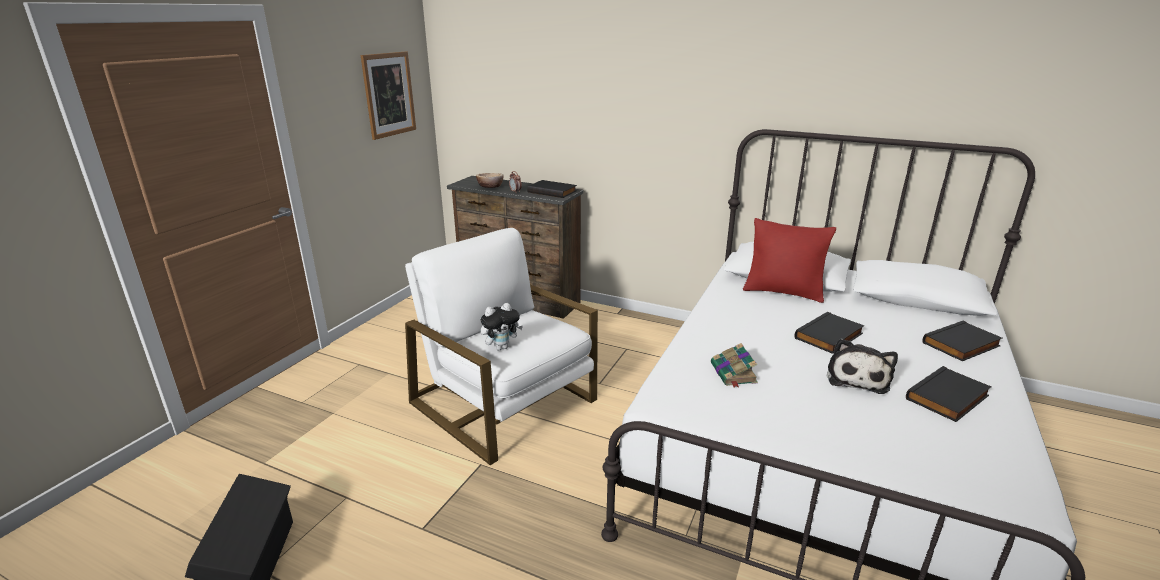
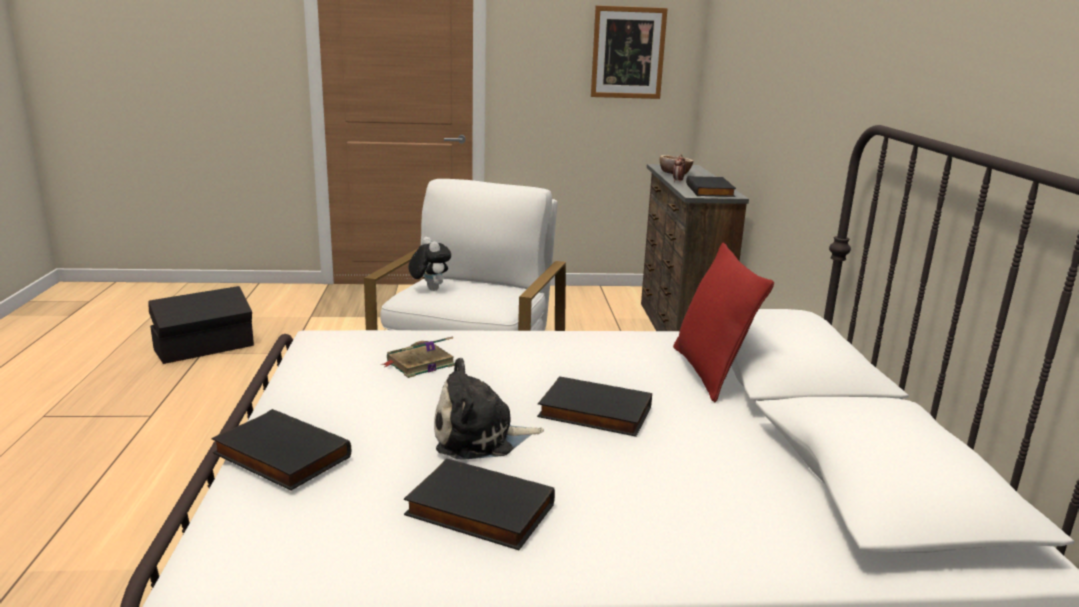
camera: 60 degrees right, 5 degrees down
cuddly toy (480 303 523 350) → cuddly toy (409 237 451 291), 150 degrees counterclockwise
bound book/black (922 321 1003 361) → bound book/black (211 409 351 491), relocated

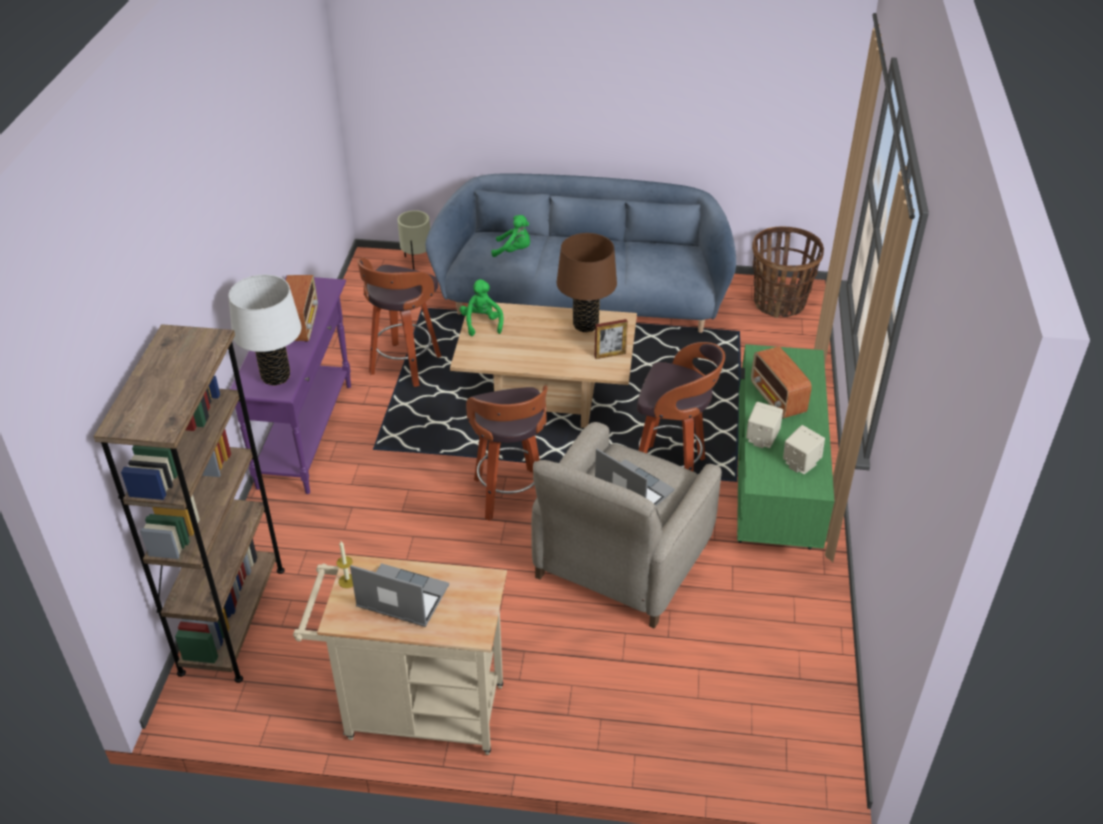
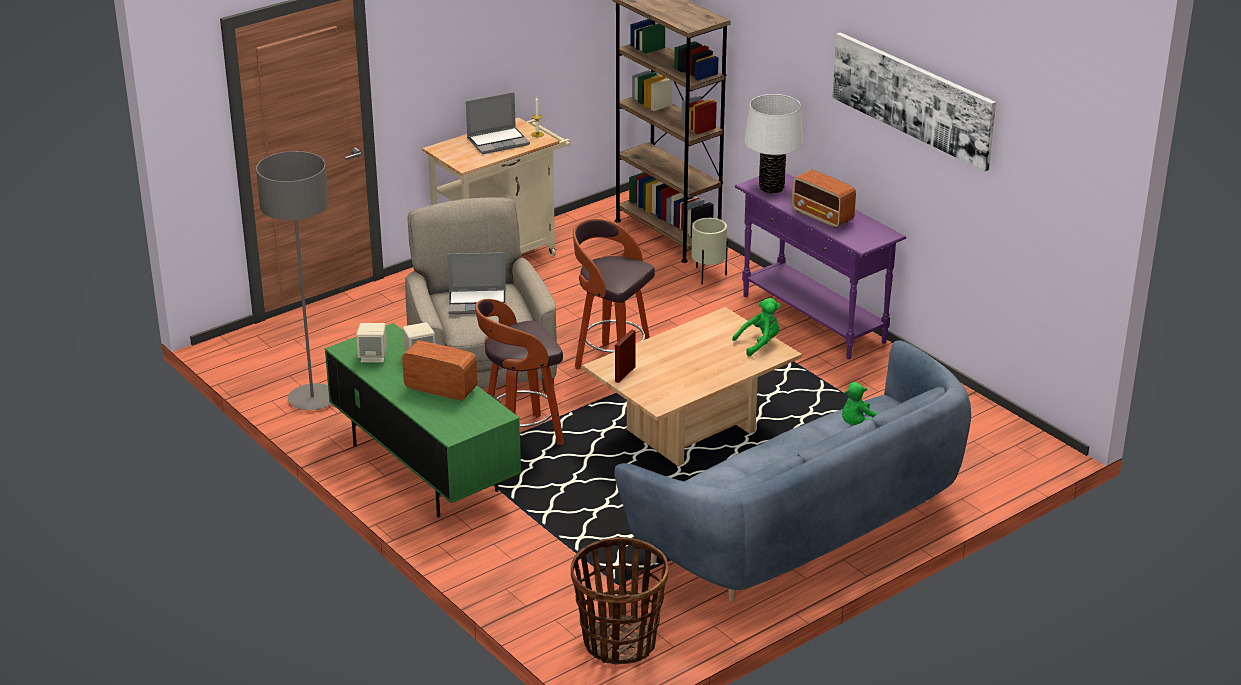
camera: 135 degrees right, 10 degrees down
planter/beige (398 210 430 270) → planter/beige (691 218 728 285), relocated
table lamp/brown-coloured (557 233 617 332) → -
stool (358 258 441 387) → -
cuddly toy/greenish (460 279 504 336) → cuddly toy/greenish (732 298 781 356), 60 degrees counterclockwise
- → wall art (833 32 996 171)
- → standing lamp/grey (256 151 331 410)

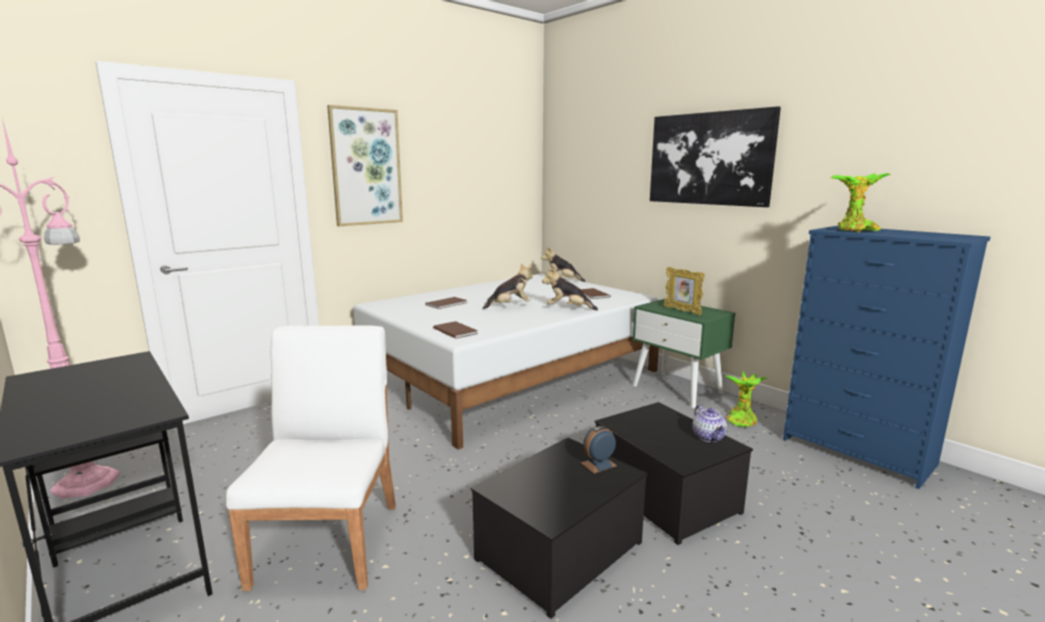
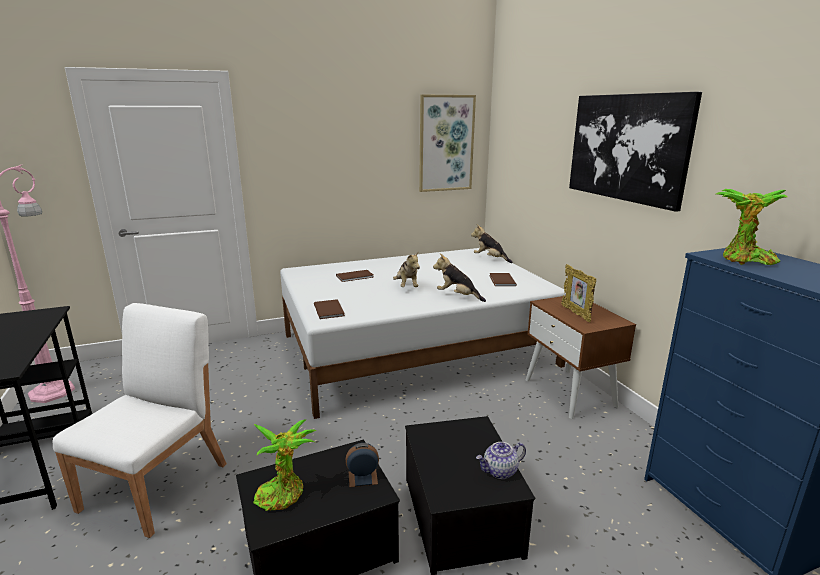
camera: 20 degrees right, 5 degrees up
wall art (327 105 403 226) → wall art (419 94 476 192), relocated
cuddly toy (483 263 533 309) → cuddly toy (393 252 420 287), 75 degrees clockwise
night table/greenish (632 299 735 408) → night table/brown-coloured (526 296 636 419)
houseplant (725 371 768 427) → houseplant (253 420 317 511), relocated
pot for tea (693 405 727 442) → pot for tea (476 442 526 479), 60 degrees clockwise

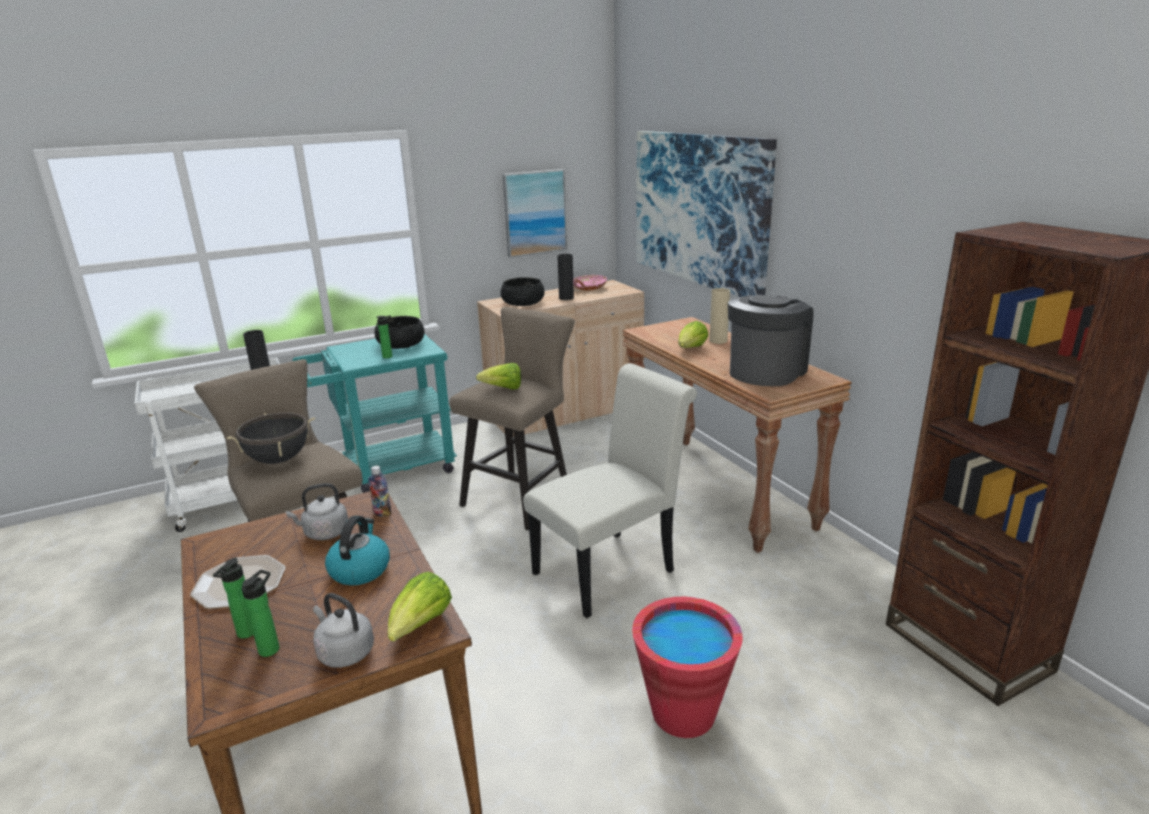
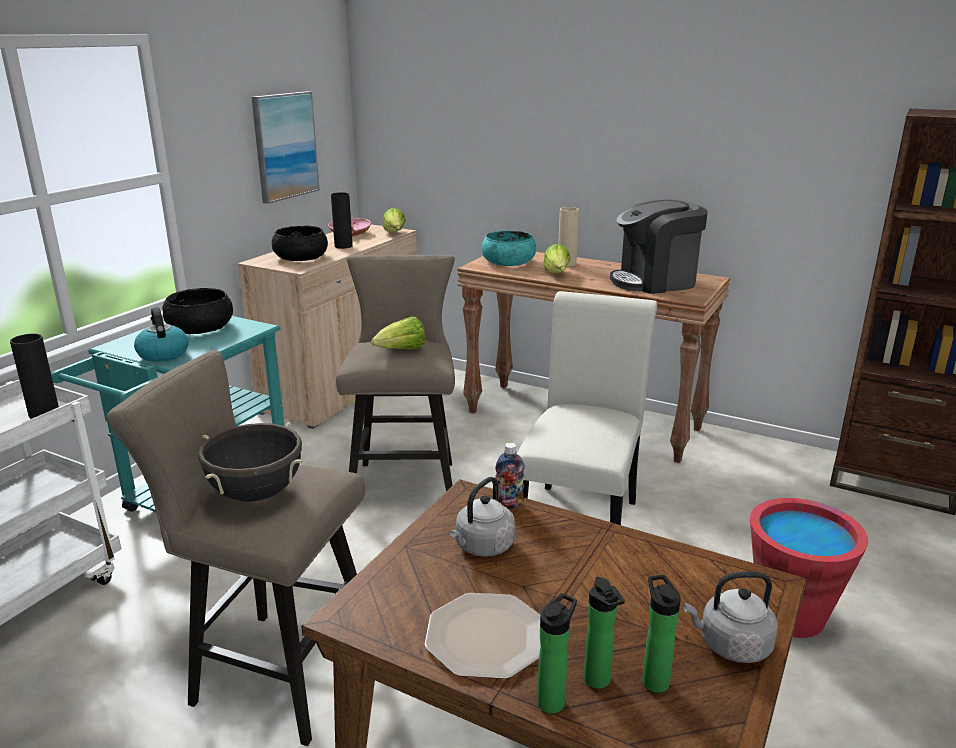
camera: 35 degrees left, 0 degrees up
wall art (636 131 777 297) → -
coffee brewer (728 295 814 386) → coffee brewer (610 199 708 294), 105 degrees counterclockwise
drink bottle (377 315 392 359) → drink bottle (537 593 577 714), relocated
water kettle (325 516 390 585) → water kettle (134 307 188 362), relocated
lettuce (388 572 452 642) → lettuce (383 208 406 233), relocated
- → deep dish/turquoise-coloured (481 231 536 266)

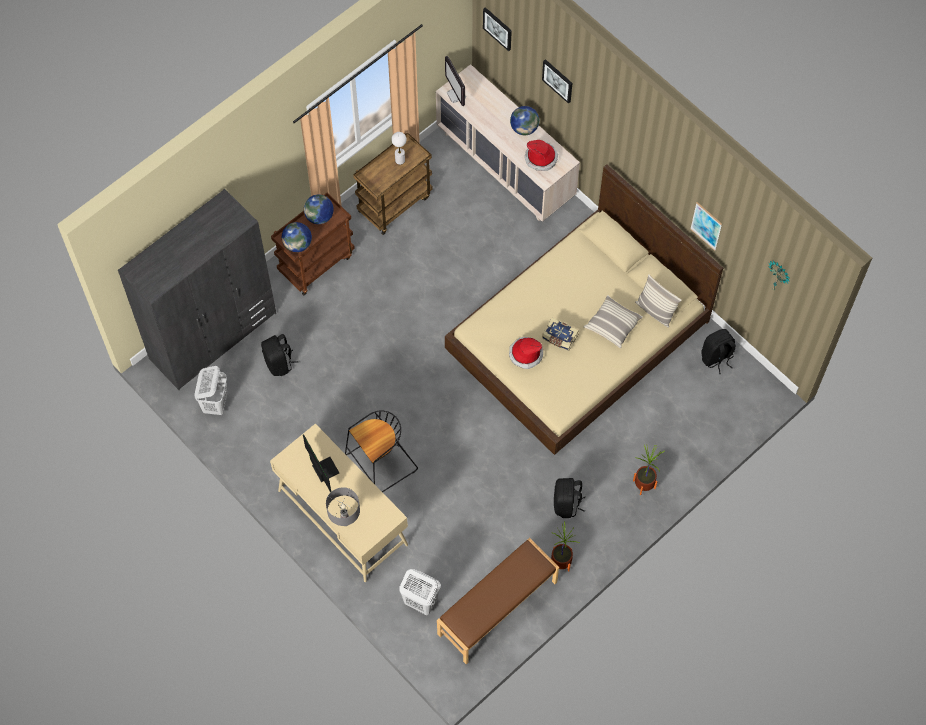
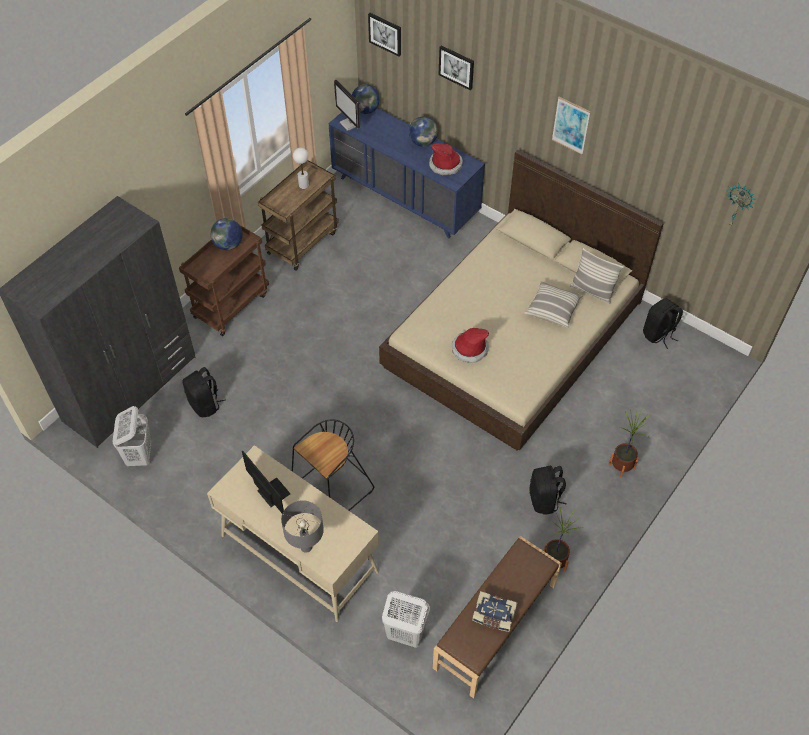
camera: 10 degrees left, 10 degrees down
drawer chest/beige (436 64 580 222) → drawer chest/blue-coloured (328 108 485 238)
wall art (690 202 722 251) → wall art (552 97 591 155), relocated
globe (282 222 312 252) → globe (352 84 380 114), relocated
bound book (542 318 579 351) → bound book (472 591 518 632), relocated

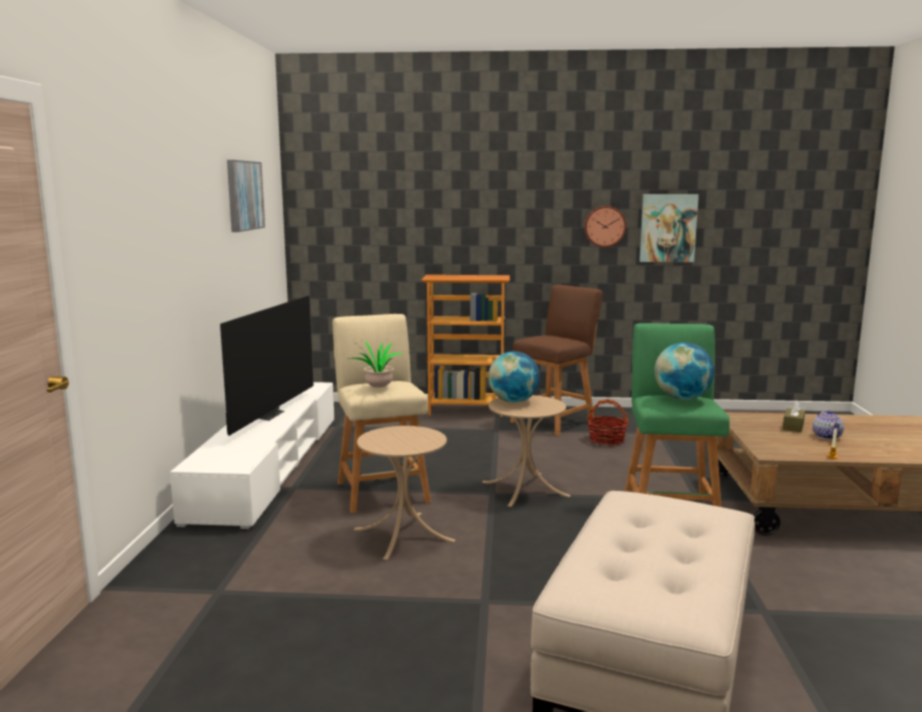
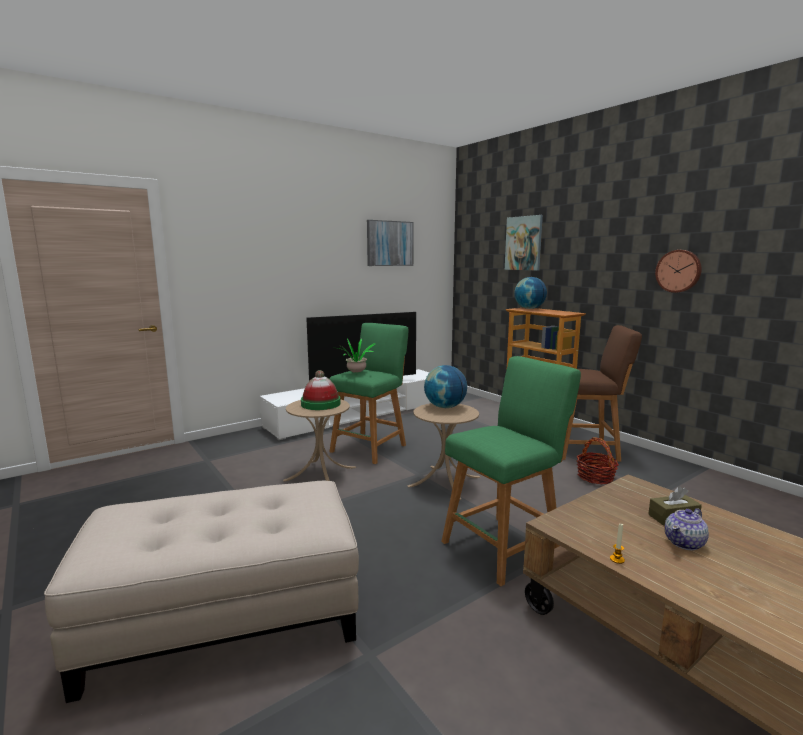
camera: 50 degrees right, 0 degrees up
wall art (639 194 699 262) → wall art (505 215 543 270), relocated
stool/beige (332 314 431 513) → stool/greenish (329 323 409 464)
globe (654 342 714 400) → globe (514 277 547 309), relocated
- → hat (301 370 340 410)

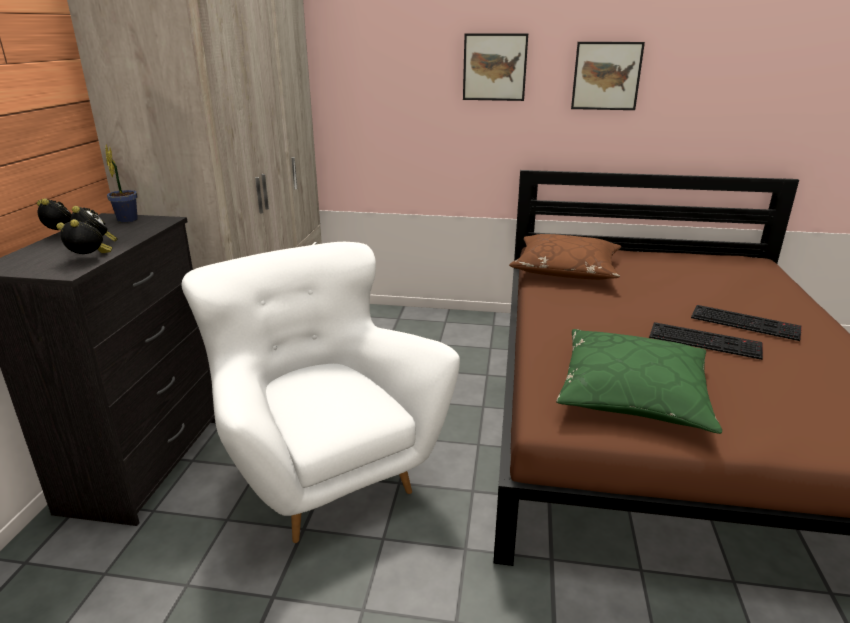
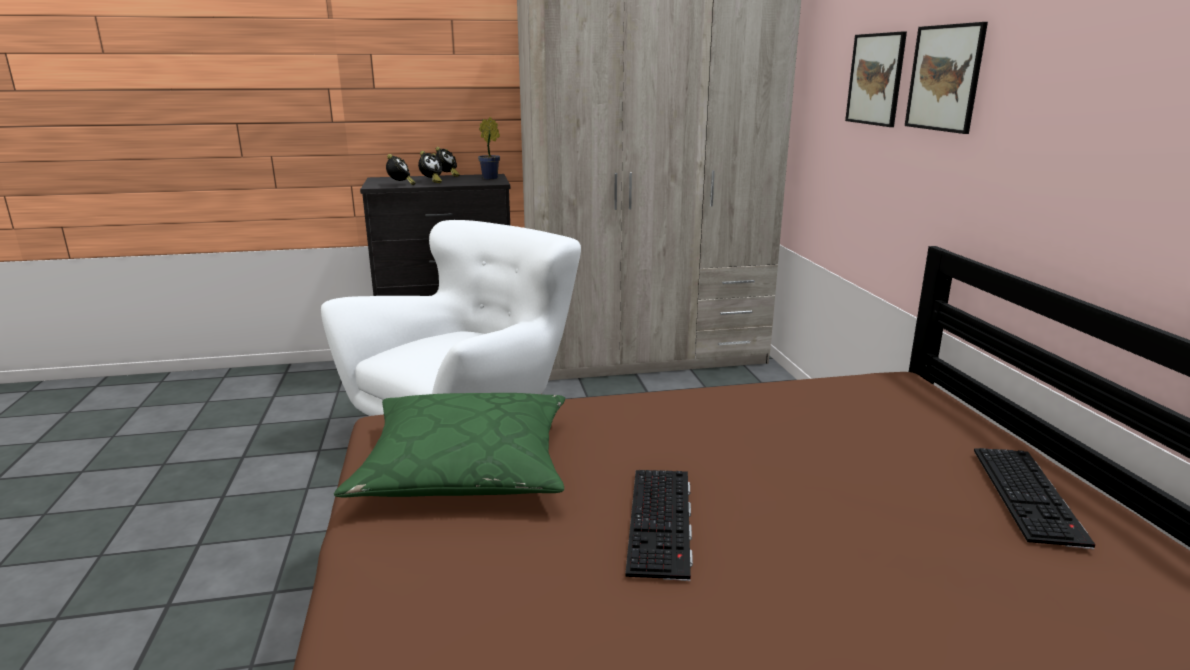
camera: 70 degrees right, 5 degrees down
wall art (571 42 645 110) → wall art (845 31 907 127), relocated
pillow/brown-coloured (509 234 621 280) → -
computer keyboard (691 305 802 341) → computer keyboard (974 448 1096 549), relocated

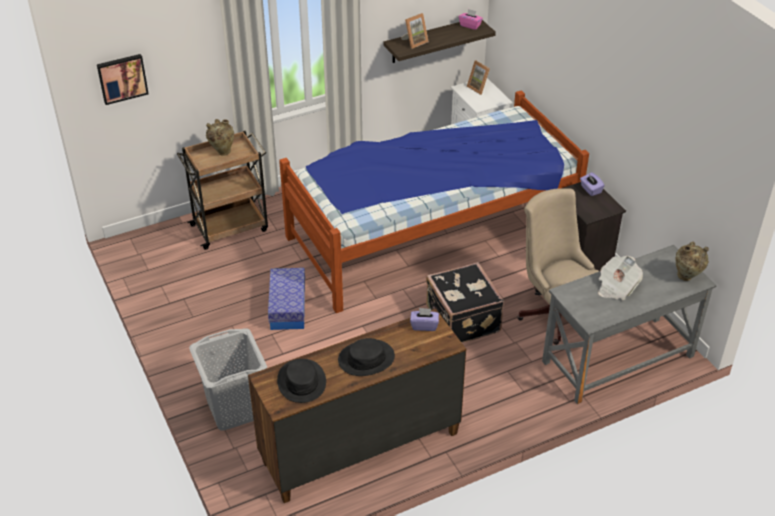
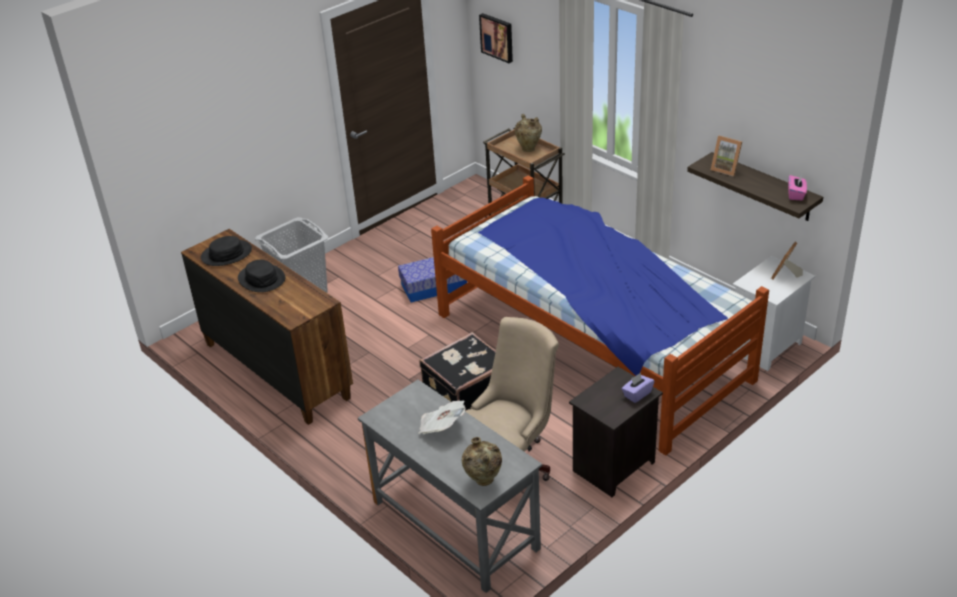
camera: 75 degrees right, 5 degrees down
tissue holder/purplish (410 308 439 331) → -

